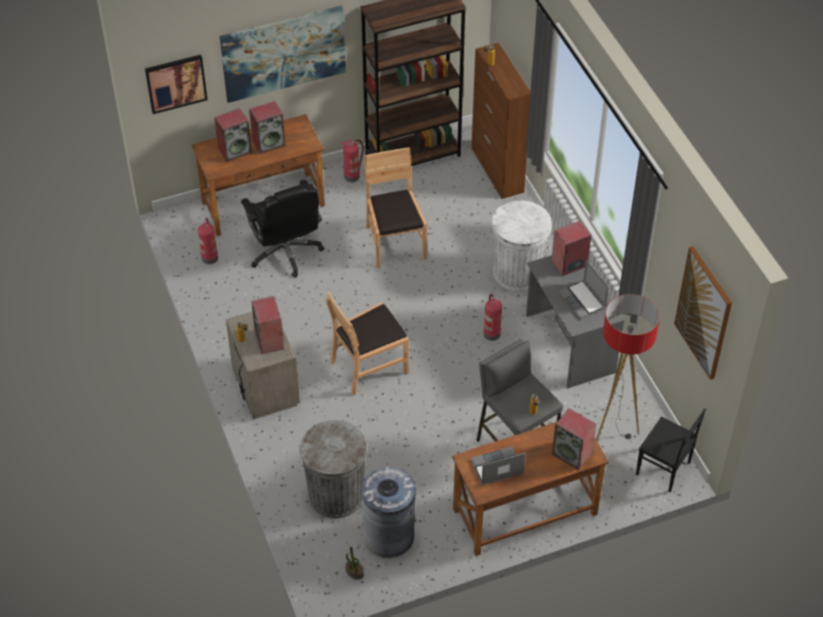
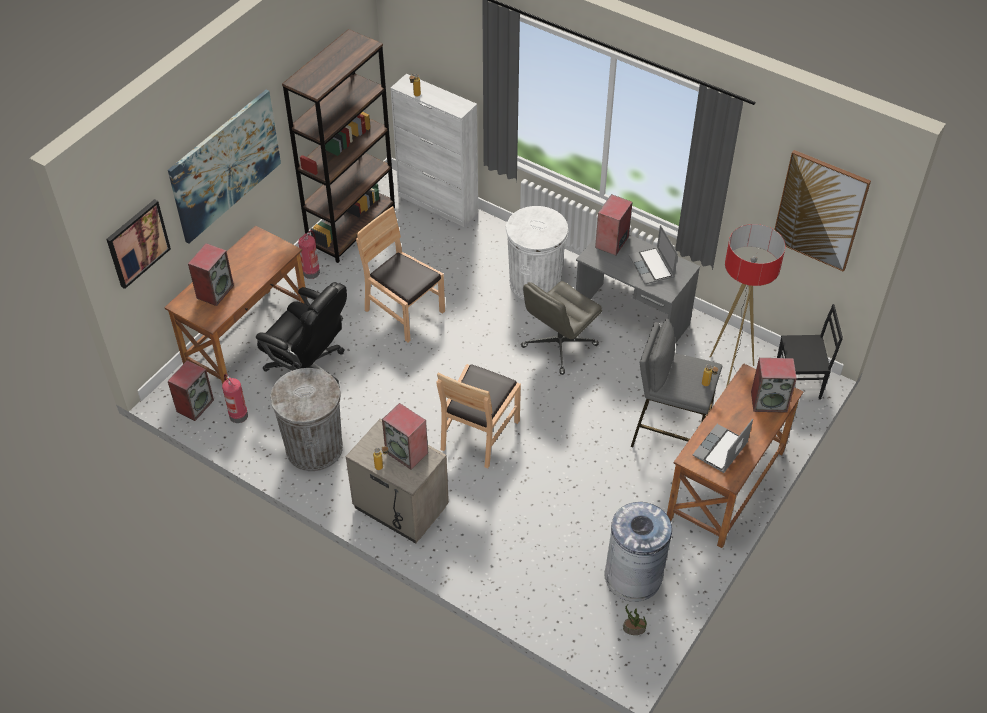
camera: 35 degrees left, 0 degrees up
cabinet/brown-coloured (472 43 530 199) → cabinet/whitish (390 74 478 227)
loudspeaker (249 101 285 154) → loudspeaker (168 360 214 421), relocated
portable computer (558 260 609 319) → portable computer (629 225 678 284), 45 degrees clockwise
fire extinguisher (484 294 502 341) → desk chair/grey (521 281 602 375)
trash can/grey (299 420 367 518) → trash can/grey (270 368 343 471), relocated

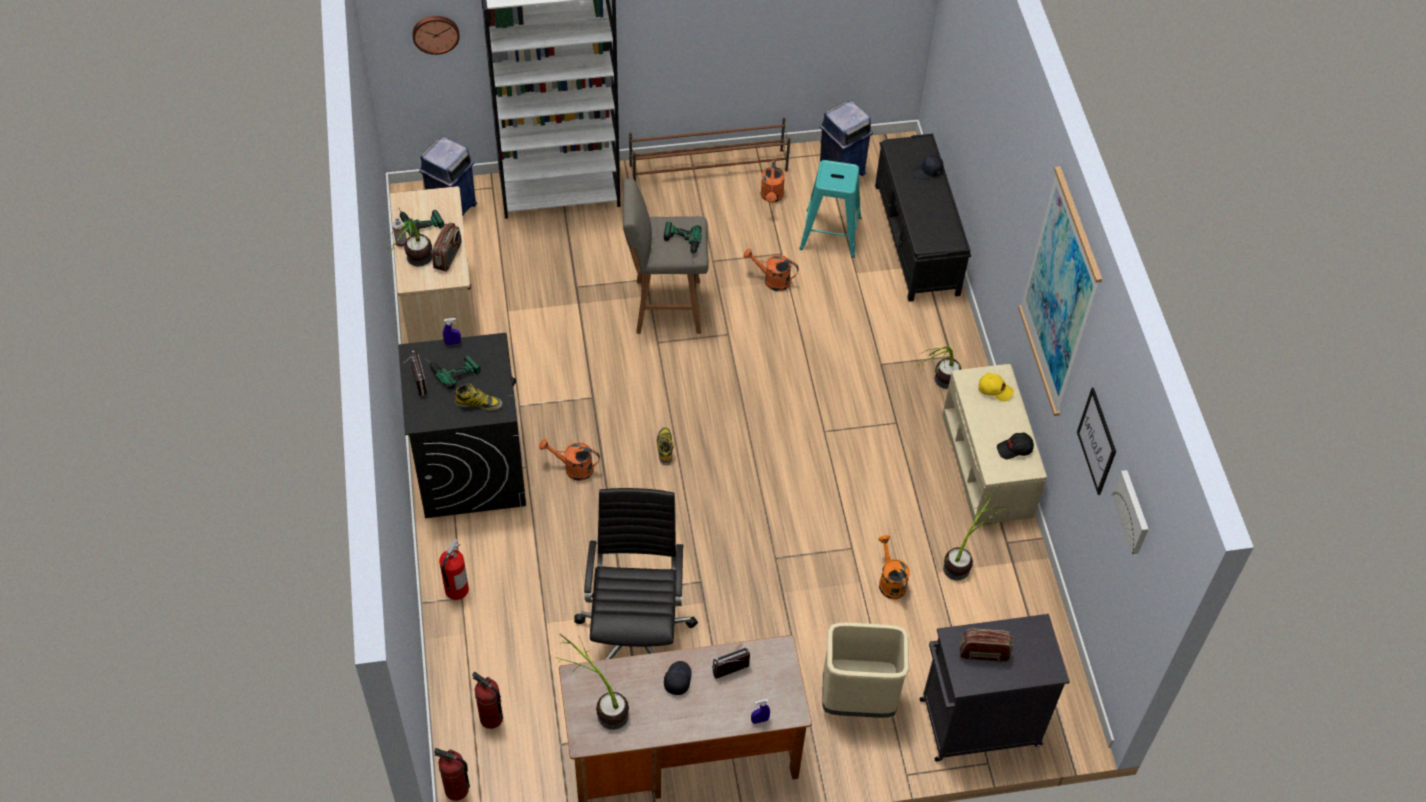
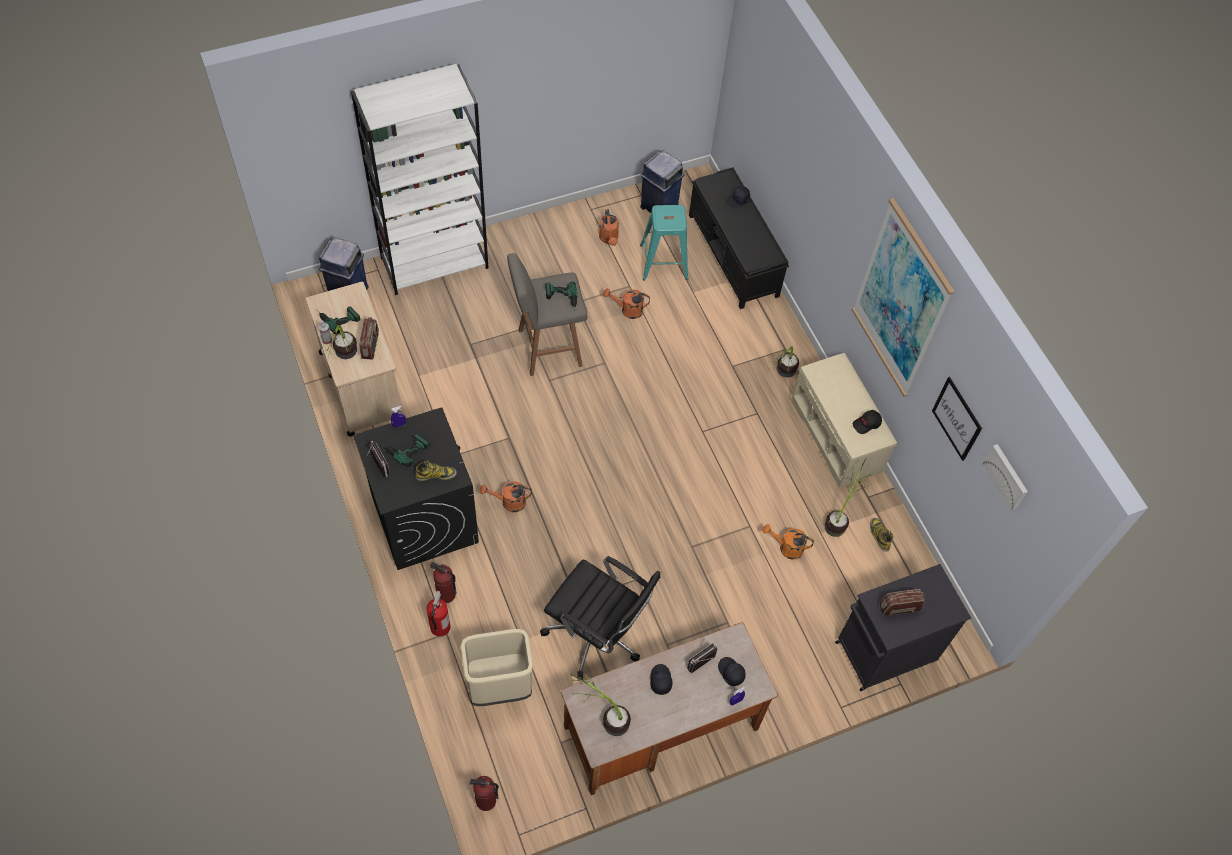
camera: 15 degrees left, 5 degrees up
wall clock (412 16 460 55) → -
shoe shelf/brown-coloured (629 117 791 182) → -
cap/yellow (979 373 1014 402) → -
boot (657 427 674 465) → boot (870 518 894 551), relocated
desk chair/black (574 488 698 660) → desk chair/black (540 556 661 681), 135 degrees clockwise
watering pot/orangey (879 535 910 599) → watering pot/orangey (763 524 814 560), 45 degrees counterclockwise
trash can/beige (822 623 909 718) → trash can/beige (461 629 533 706), relocated
fire extinguisher (472 672 503 729) → fire extinguisher (430 562 457 603), relocated
- → cap/black (718 657 746 686)

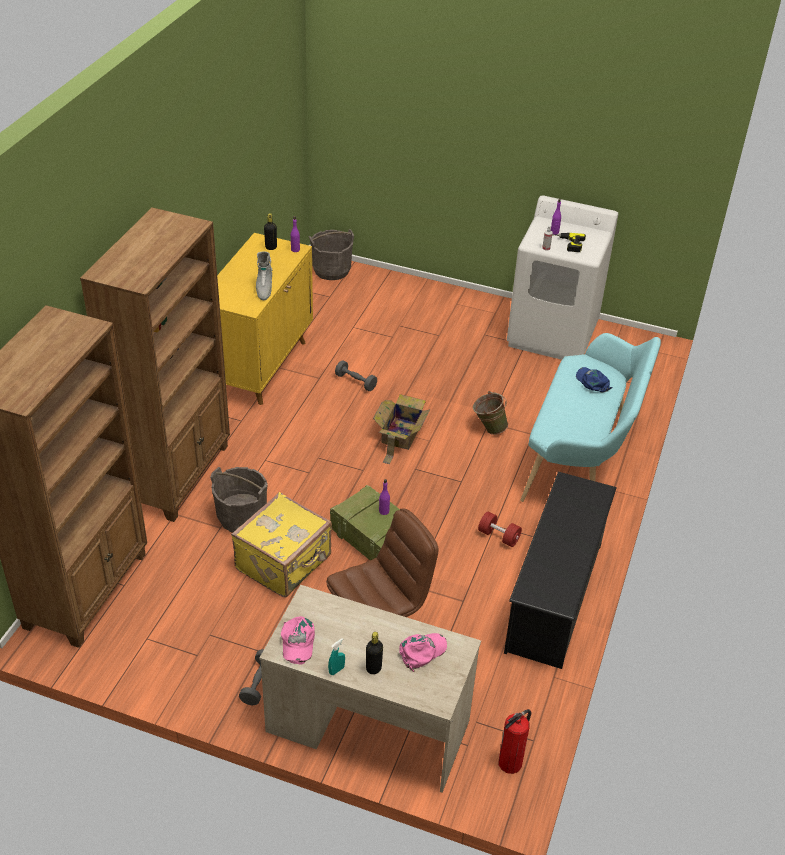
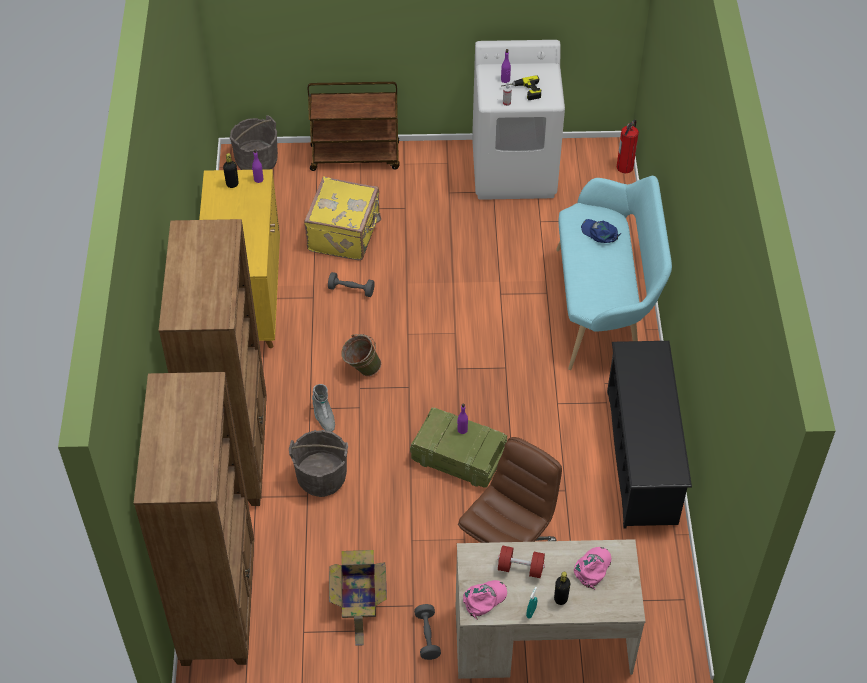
camera: 20 degrees left, 10 degrees up
boot/grey (256 251 272 300) → boot/grey (312 384 335 432), relocated
water bucket/greenish (473 391 508 435) → water bucket/greenish (341 334 381 376), relocated
carton (373 394 431 464) → carton (329 550 387 646), relocated
suitcase/yellow (231 492 332 598) → suitcase/yellow (304 177 381 260), relocated
dumbbell/reddish (478 511 522 547) → dumbbell/reddish (498 546 545 578), relocated
cap/pinkish (281 616 315 664) → cap/pinkish (463 580 507 620), 105 degrees counterclockwise
fire extinguisher (499 709 532 774) → fire extinguisher (616 120 639 174), relocated
- → wheeled cart/brown-coloured (308 82 400 171)

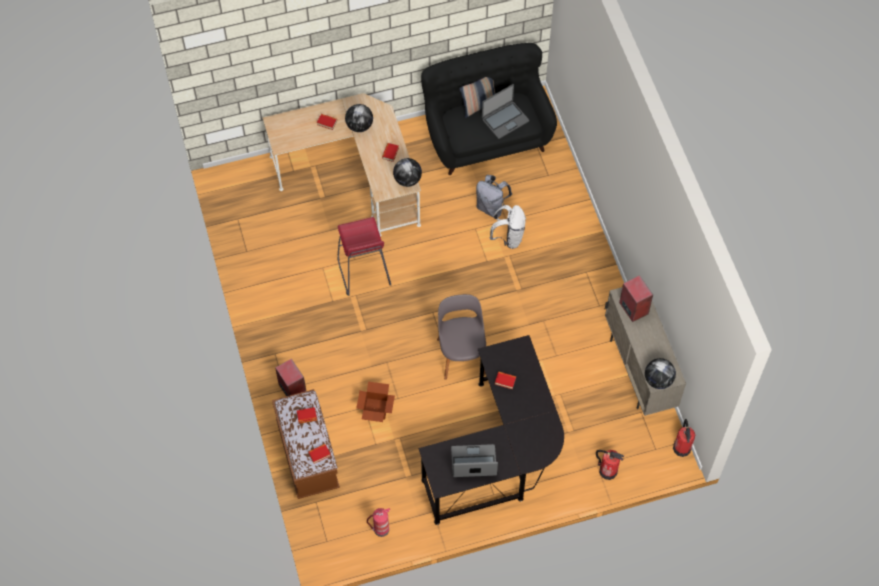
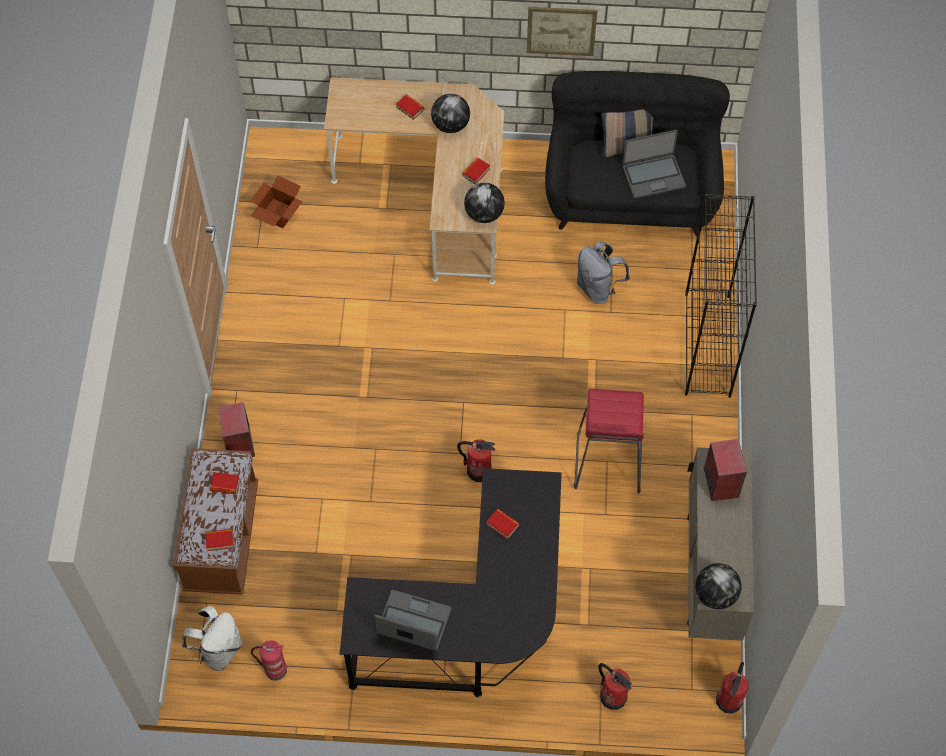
camera: 20 degrees right, 0 degrees up
rucksack/whitish (490 205 526 249) → rucksack/whitish (182 606 243 671), relocated
stool/reddish (337 217 391 296) → stool/reddish (574 389 644 493), relocated
chair/grey (437 294 486 380) → fire extinguisher (457 440 495 482)
carton (356 382 395 422) → carton (250 175 303 228), relocated
- → wall art (527 7 597 56)
- → bookcase/black (685 194 757 398)

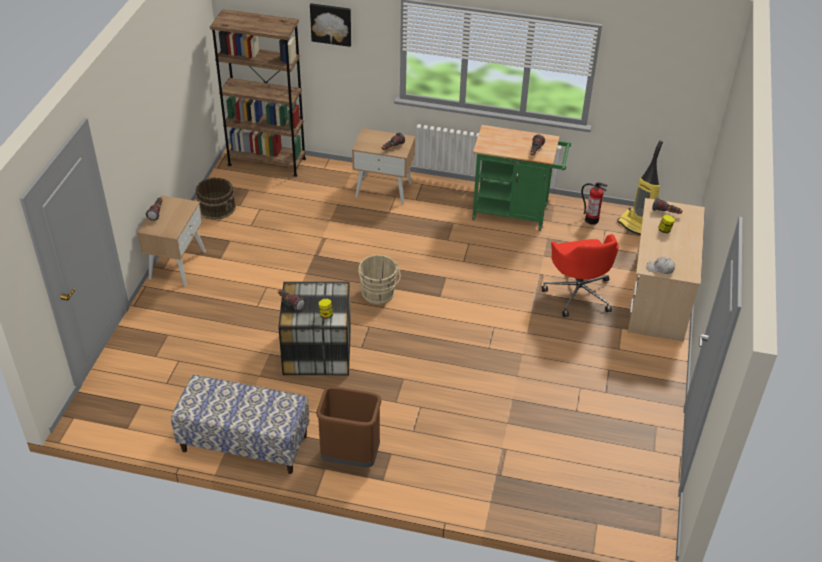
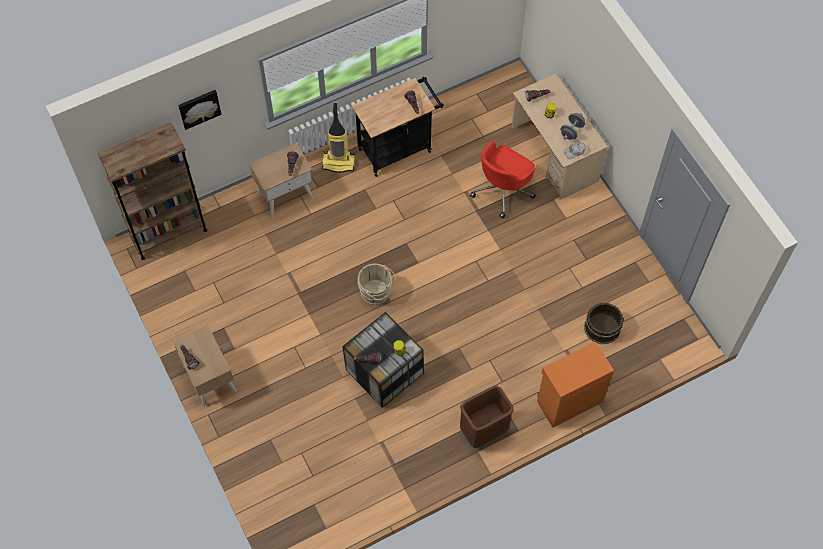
camera: 40 degrees left, 20 degrees up
wheeled cart/greenish (472 125 571 231) → wheeled cart/black (352 77 444 177)
hoover (617 140 663 235) → hoover (322 103 355 173), relocated
water bucket/brown-coloured (196 177 236 219) → water bucket/brown-coloured (584 303 624 344), relocated
fire extinguisher (581 182 608 225) → -
desk chair/reddish (542 234 619 317) → desk chair/reddish (470 141 536 218), 90 degrees clockwise
indoor bench (171 375 310 474) → -
- → dumbbell/grey (561 113 586 140)
- → cabinet/orangey (537 342 614 428)

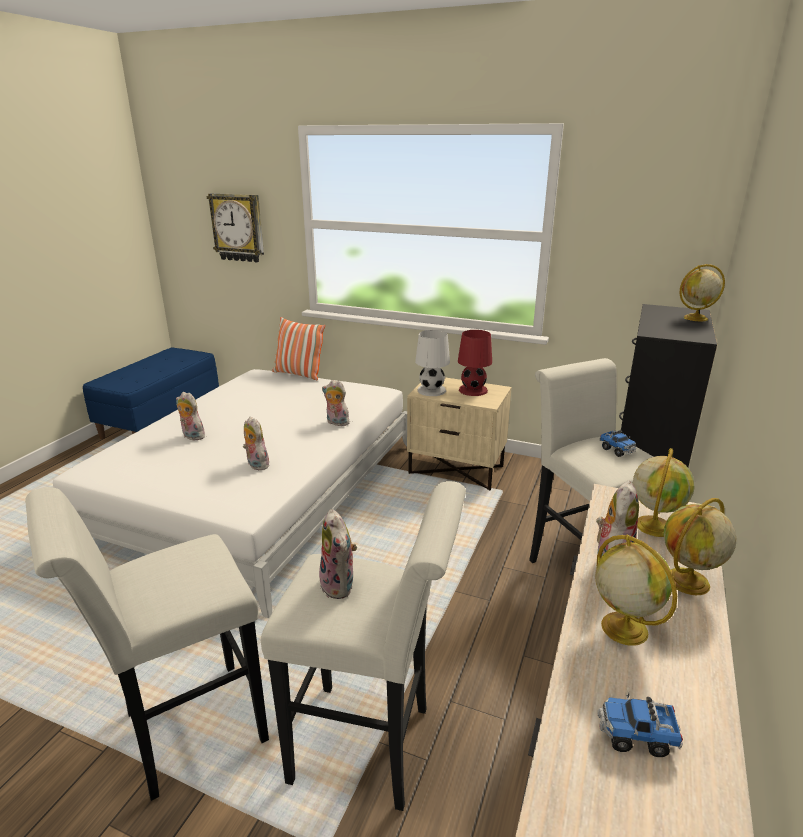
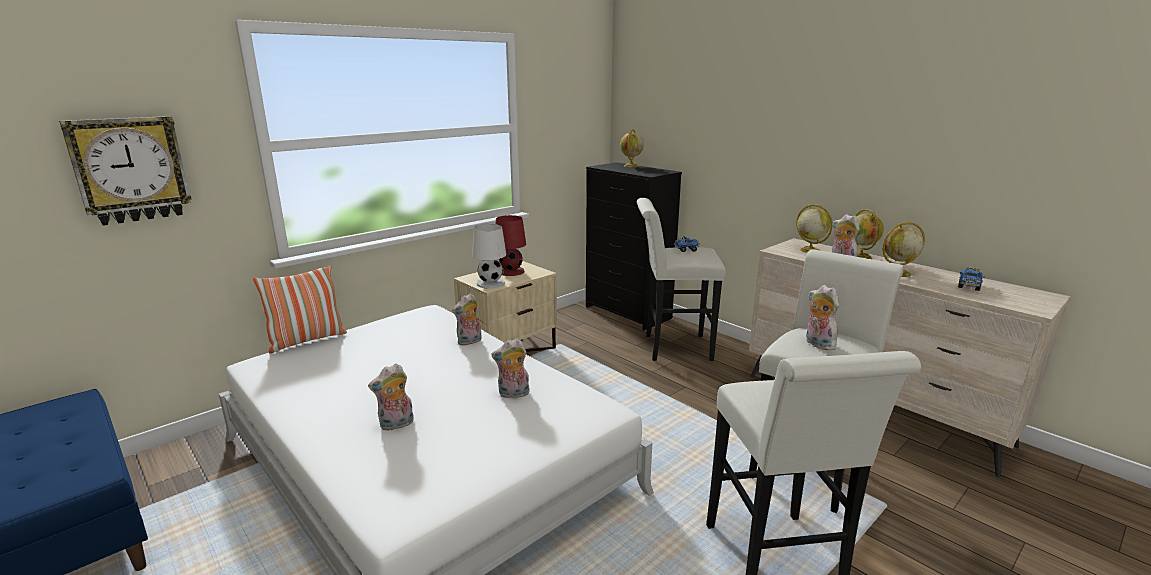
camera: 65 degrees left, 5 degrees down
cuddly toy (319 509 357 599) → cuddly toy (806 285 839 350), 120 degrees counterclockwise

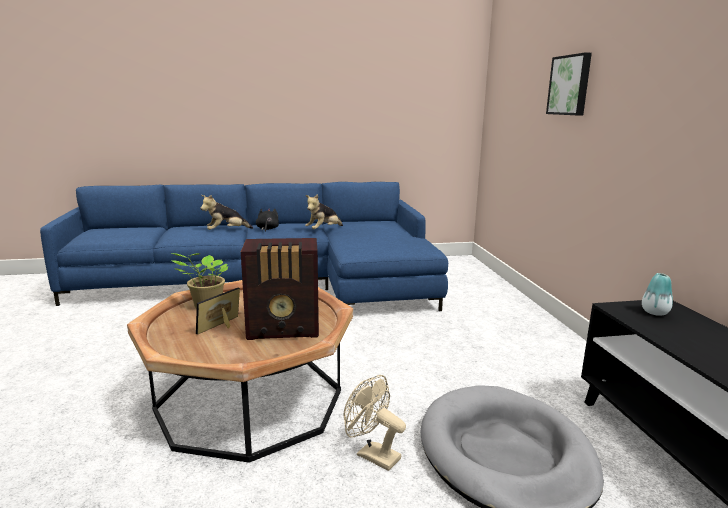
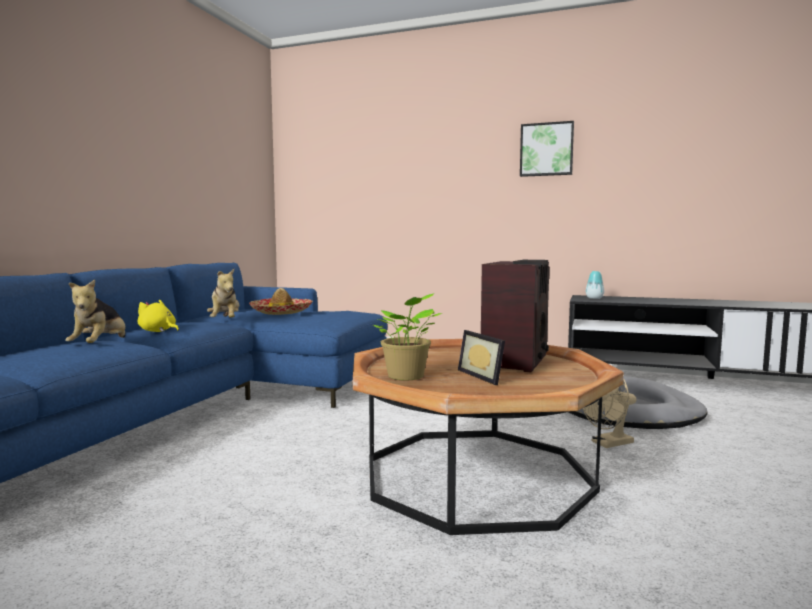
camera: 60 degrees left, 10 degrees down
wall art (546 52 592 116) → wall art (520 121 574 177), relocated
cuddly toy/black (256 209 279 232) → cuddly toy/yellow (137 299 179 332)
- → hat (249 288 313 315)

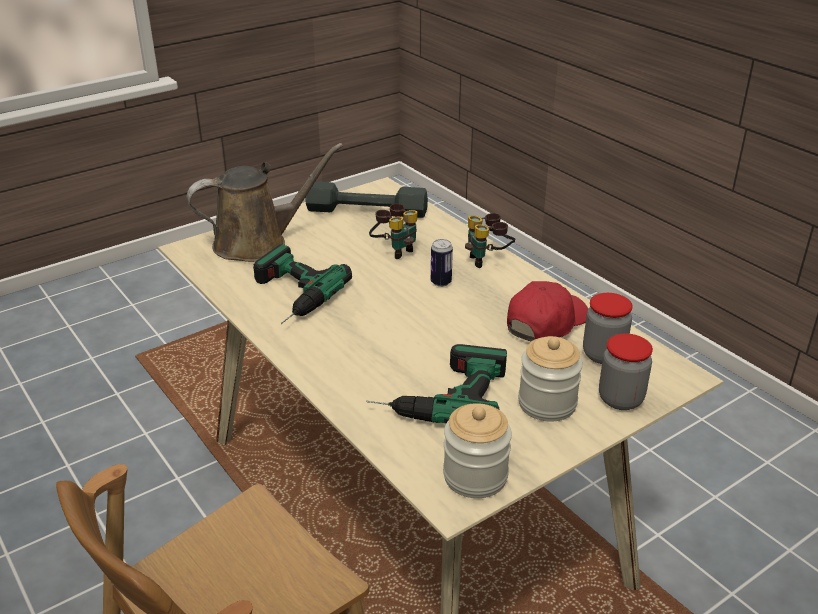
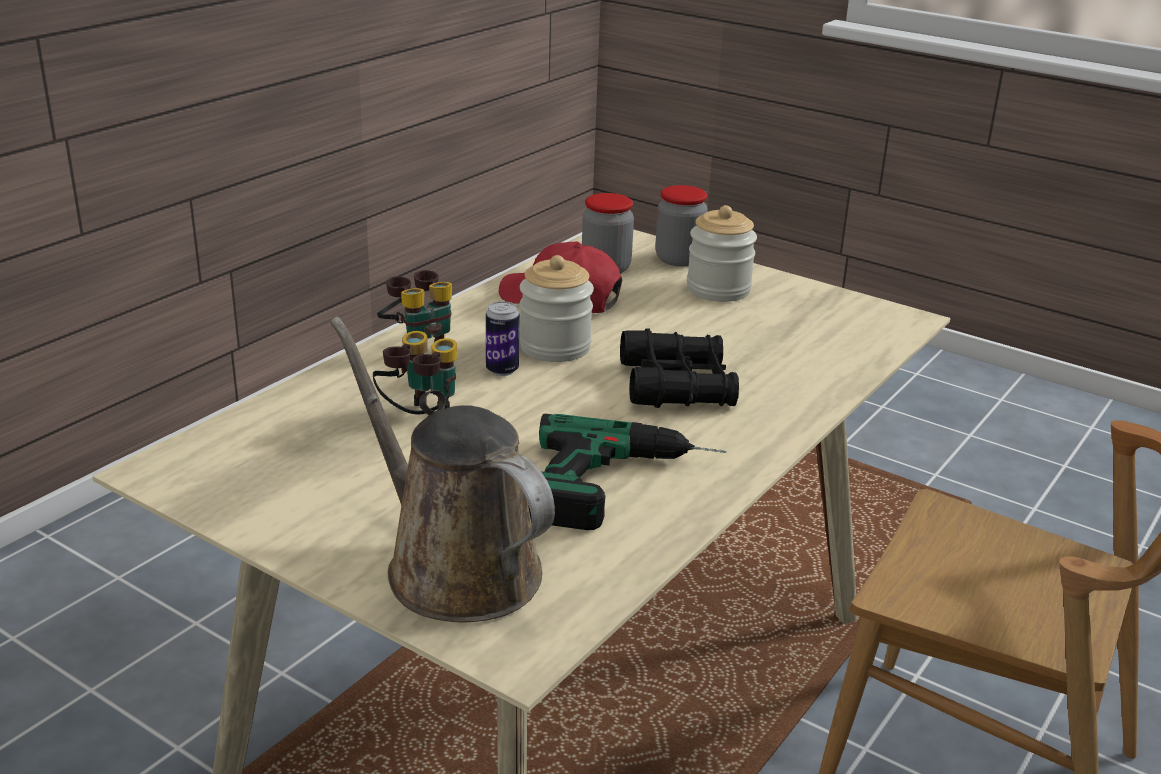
camera: 110 degrees left, 5 degrees down
dumbbell/grey (305 181 428 218) → -
drill (366 344 507 423) → -
storage jar (443 403 512 498) → storage jar (519 255 594 362), relocated
- → pair of binoculars/black (620 328 739 408)

